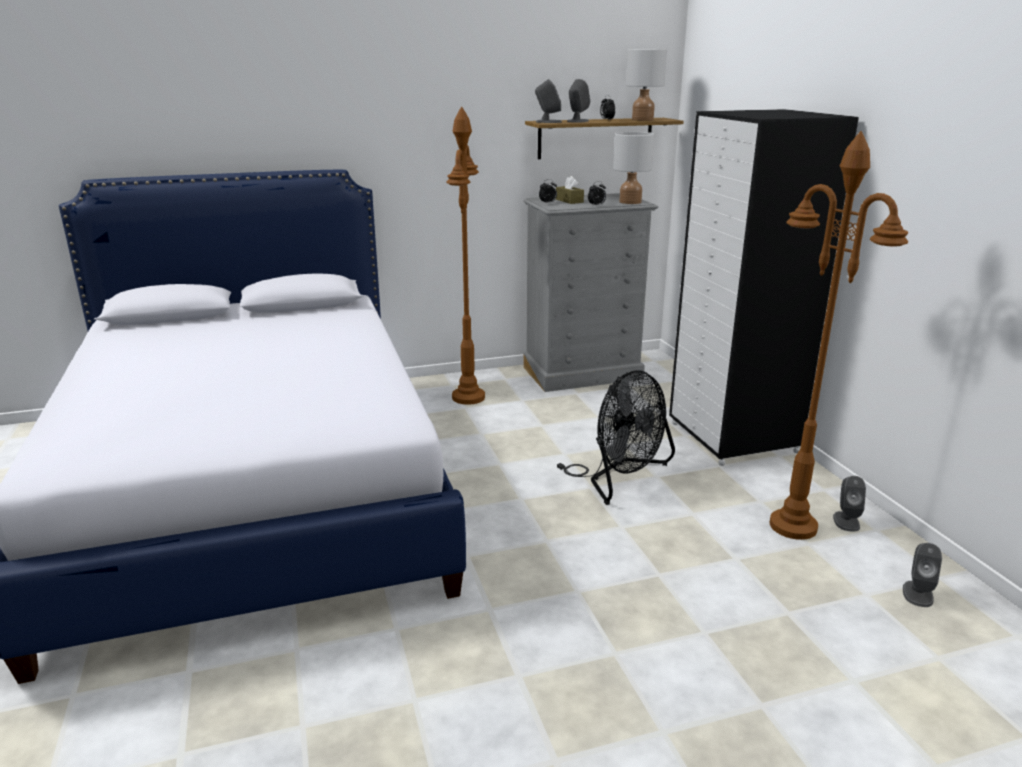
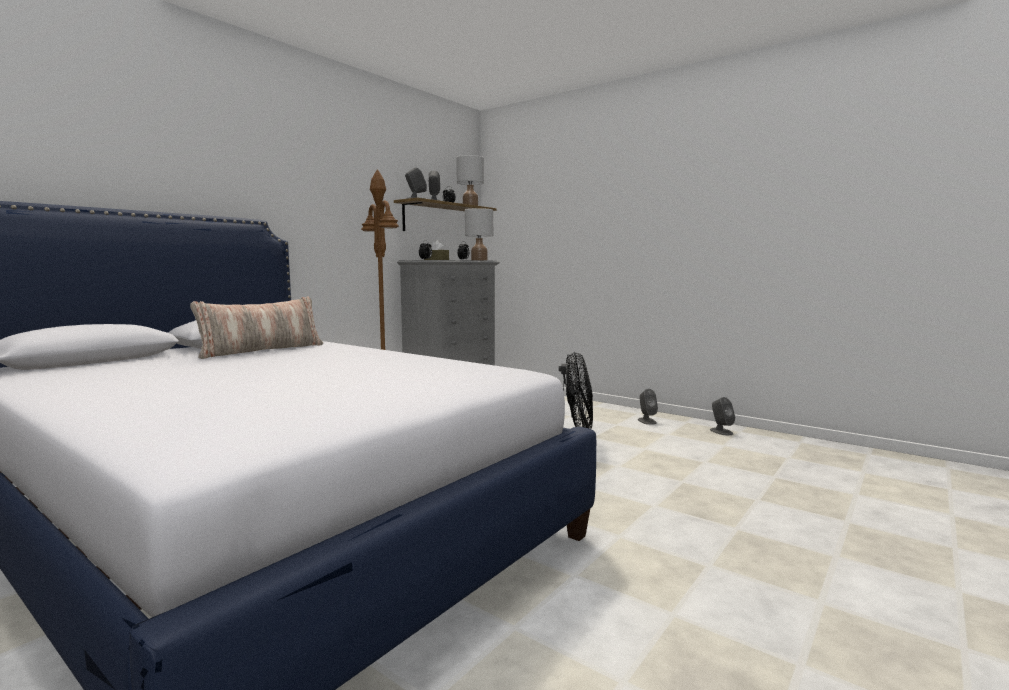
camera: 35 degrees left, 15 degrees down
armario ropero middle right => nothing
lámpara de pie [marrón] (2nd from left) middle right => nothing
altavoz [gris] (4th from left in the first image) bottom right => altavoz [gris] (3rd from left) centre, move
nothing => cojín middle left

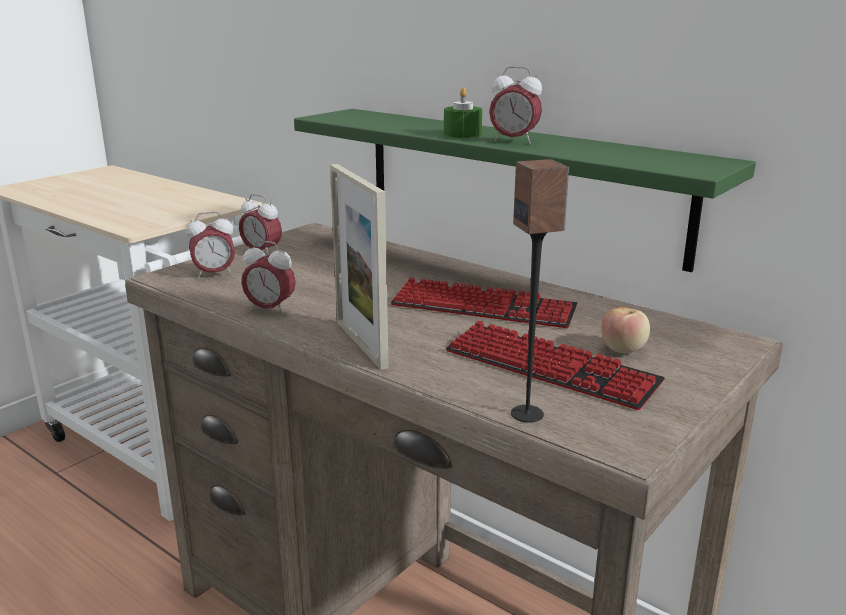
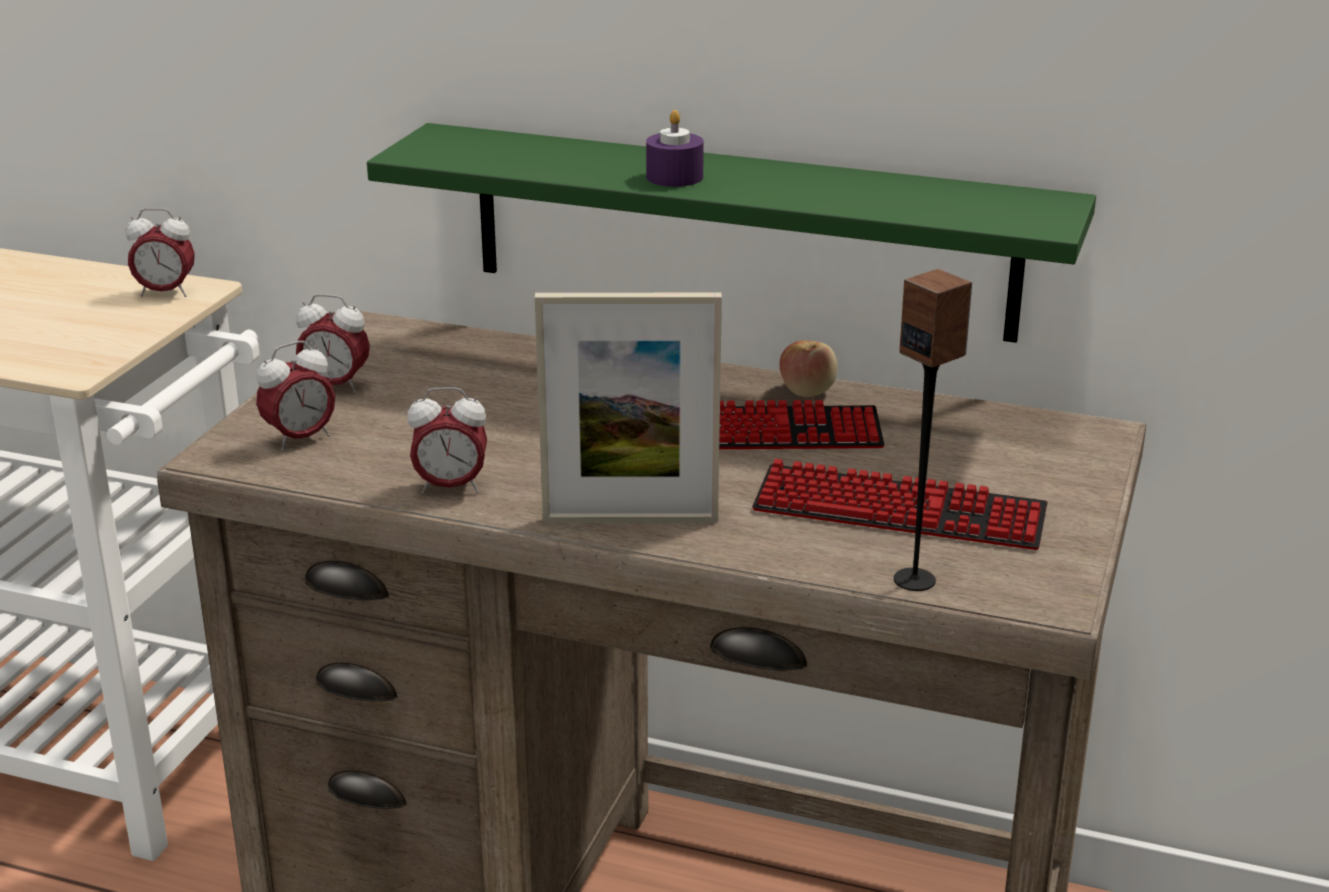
camera: 20 degrees left, 5 degrees up
portarretratos centre, 45 degrees counterclockwise
vela [verde] top centre => vela [morado] top centre
despertador (4th from left in the first image) top centre => despertador (1st from left) top left, move
manzana middle right => manzana centre, move

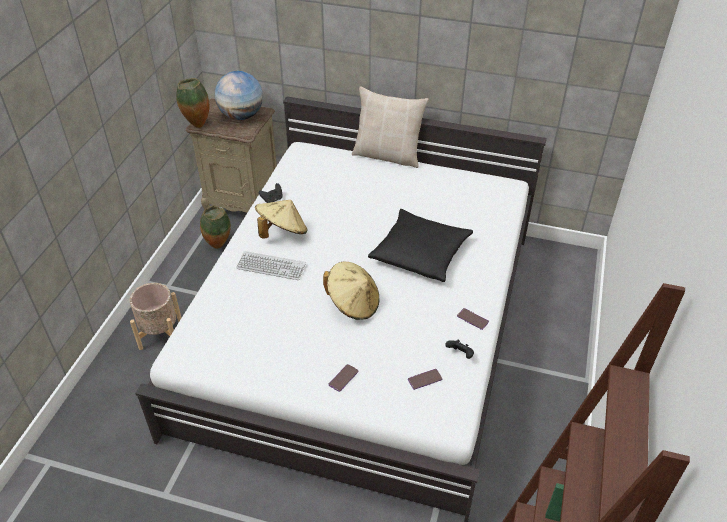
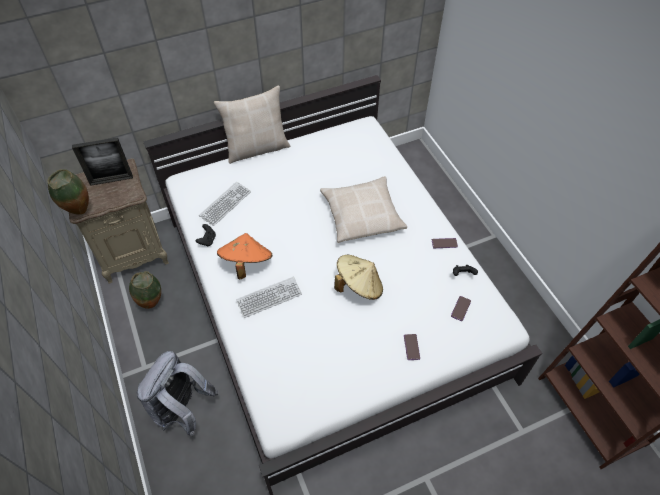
camera: 40 degrees left, 10 degrees up
maceta [beis] middle left => mochila [gris] bottom left
globo terráqueo top left => portarretratos top left
sombrero [beis] (1st from left) centre => sombrero [naranja] centre
cojín [negro] centre => cojín [beis] (2nd from left) centre
nothing => teclado (1st from left) centre

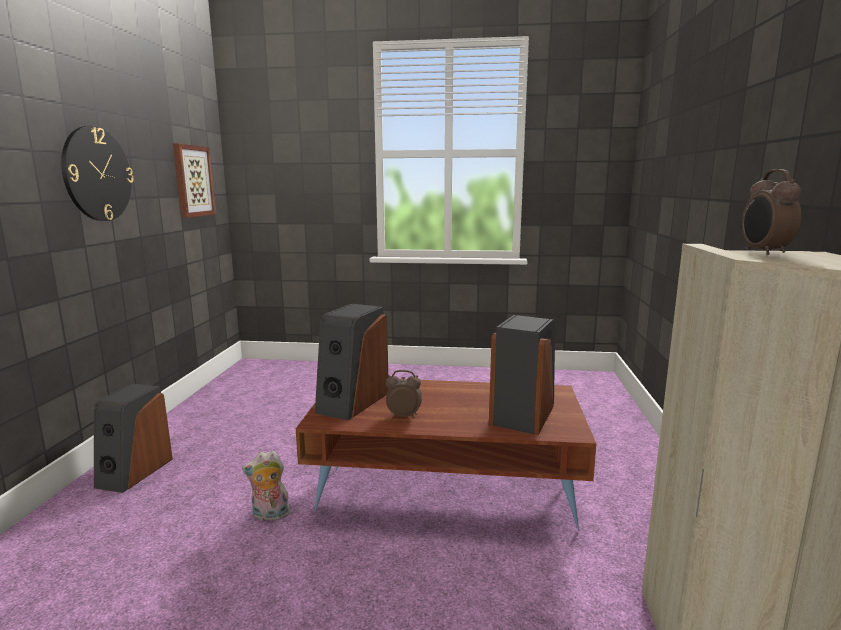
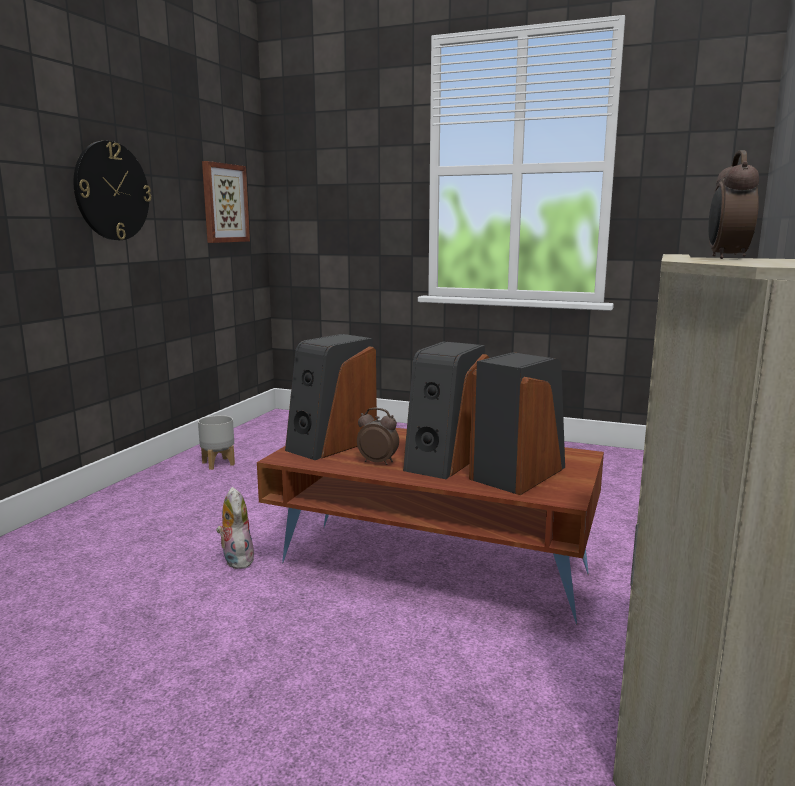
camera: 15 degrees right, 0 degrees up
altavoz (1st from left in the first image) bottom left => altavoz (2nd from left) centre, move
peluche bottom left, 60 degrees clockwise
nothing => maceta [gris] middle left

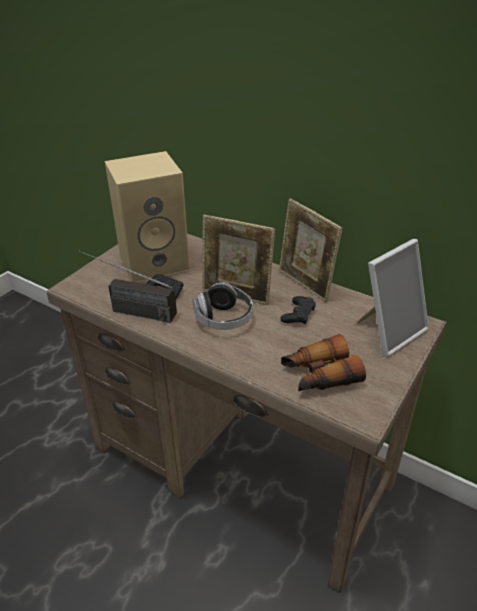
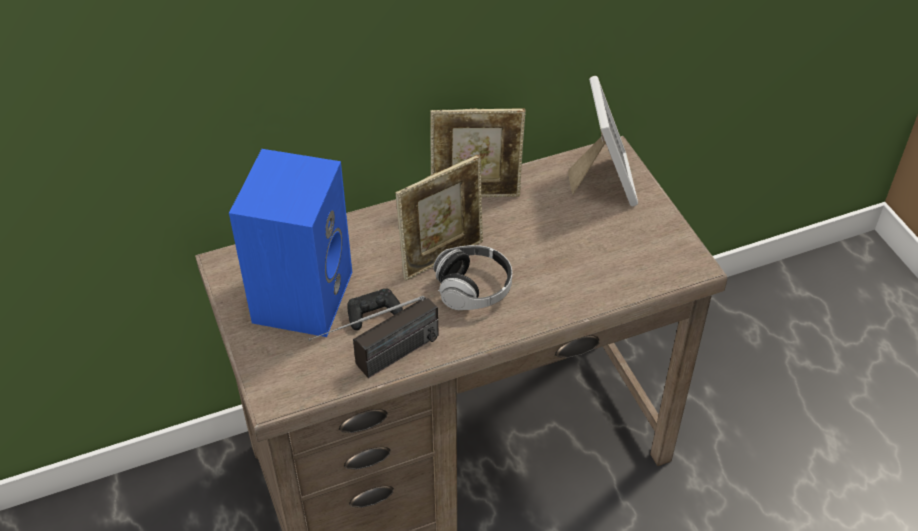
camera: 55 degrees left, 10 degrees up
altavoz [beis] middle left => altavoz [azul] middle left
mando de consola [negro] (2nd from left) centre => nothing
prismáticos middle right => nothing

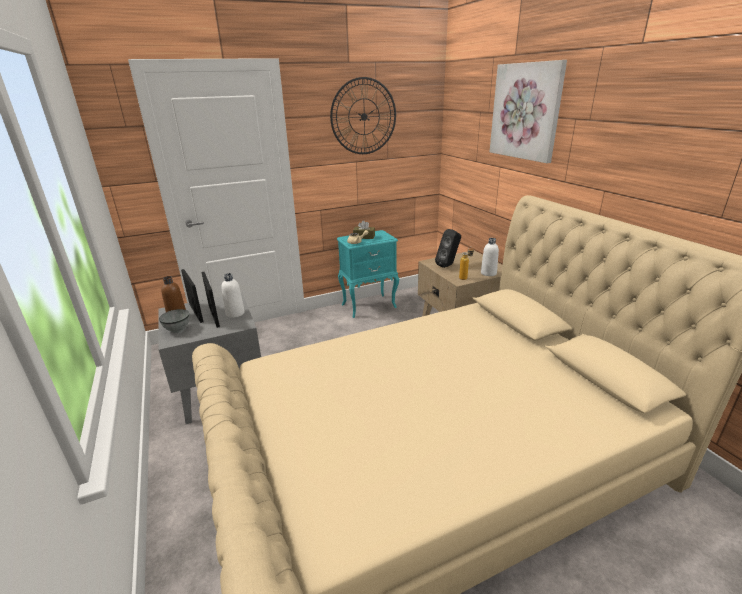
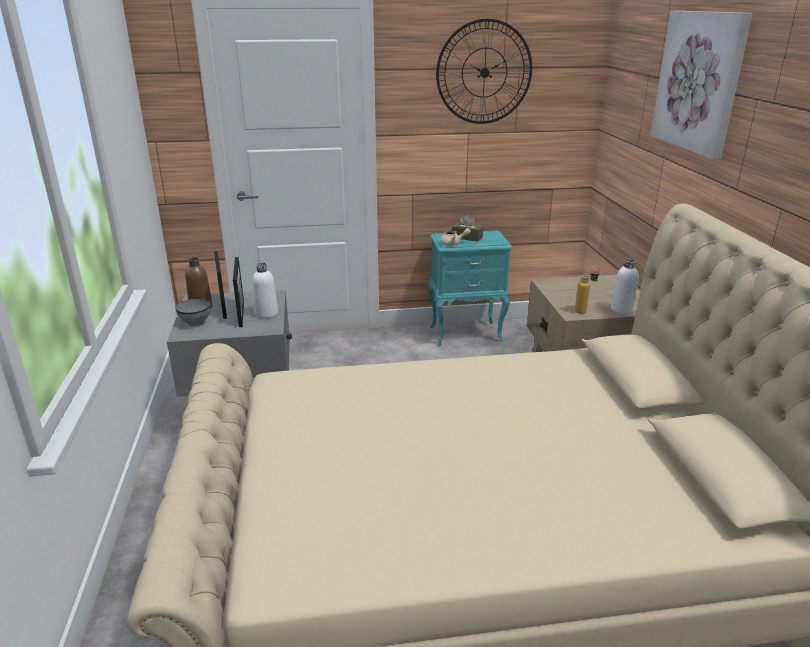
camera: 15 degrees right, 0 degrees up
altavoz [negro] centre => nothing

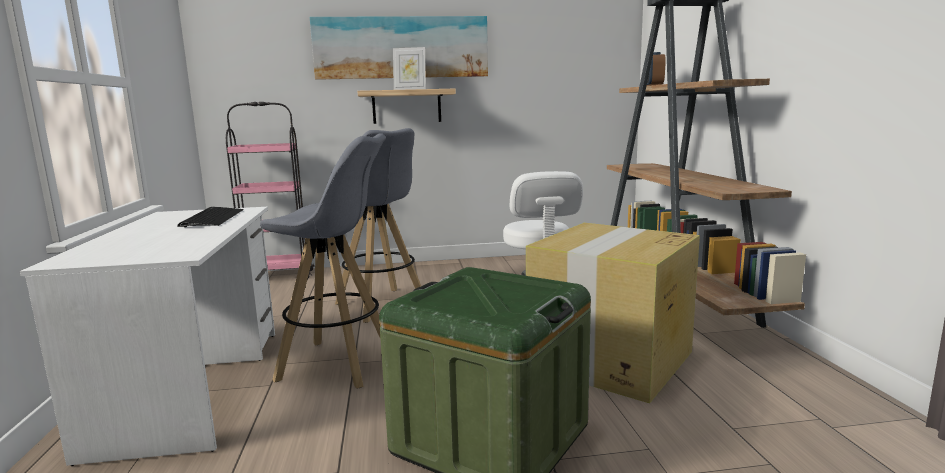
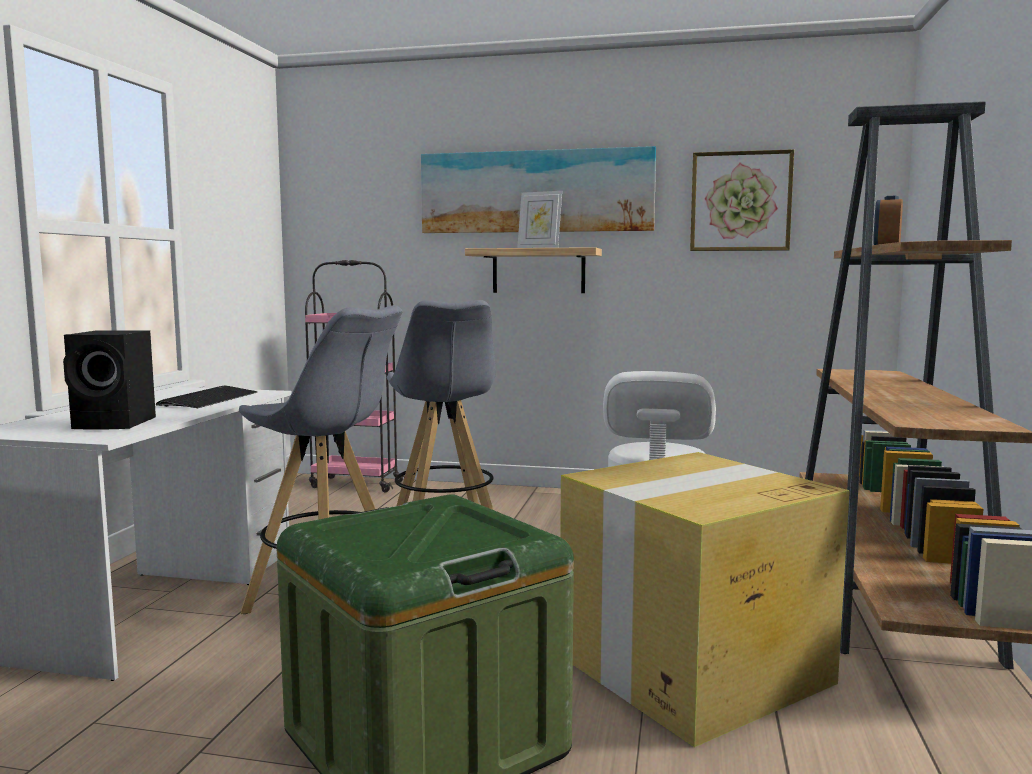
camera: 20 degrees right, 5 degrees down
nothing => altavoz [negro] middle left
nothing => cuadro (2nd from left) top right

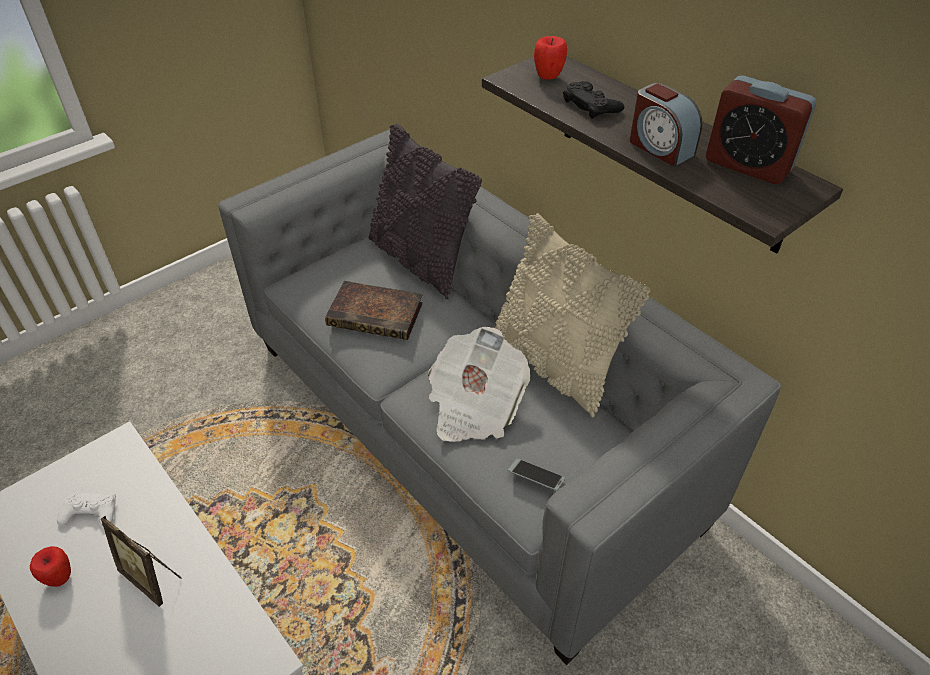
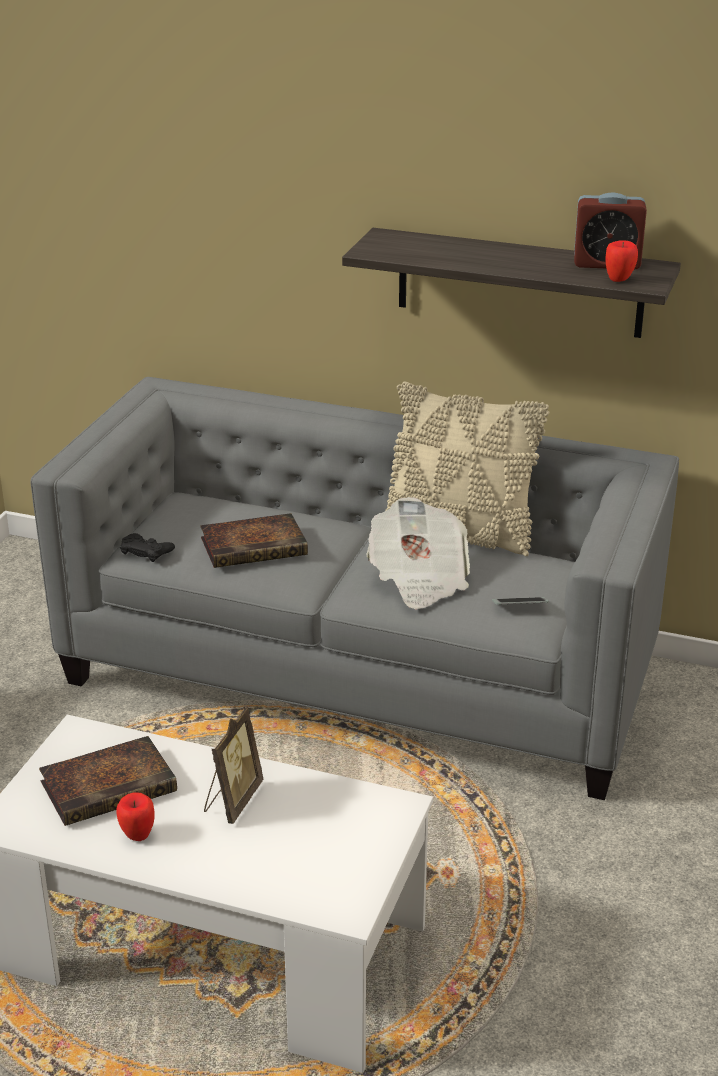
camera: 30 degrees left, 15 degrees down
mando de consola [blanco] bottom left => libro (1st from left) bottom left
portarretratos bottom left, 75 degrees counterclockwise
cojín [negro] top centre => nothing
manzana (2nd from left) top centre => manzana (2nd from left) top right, move
mando de consola [negro] top centre => mando de consola [negro] middle left, move
despertador (1st from left) top right => nothing

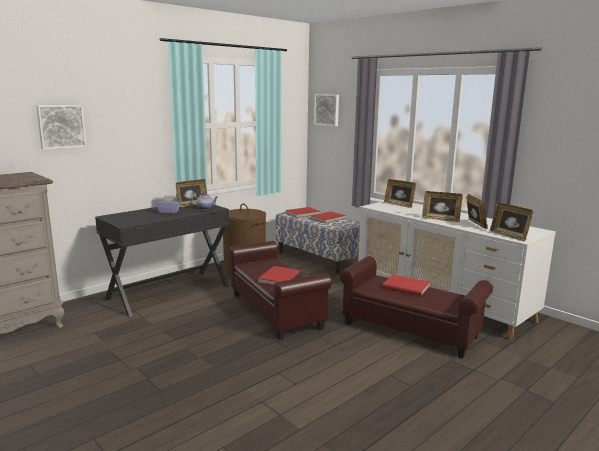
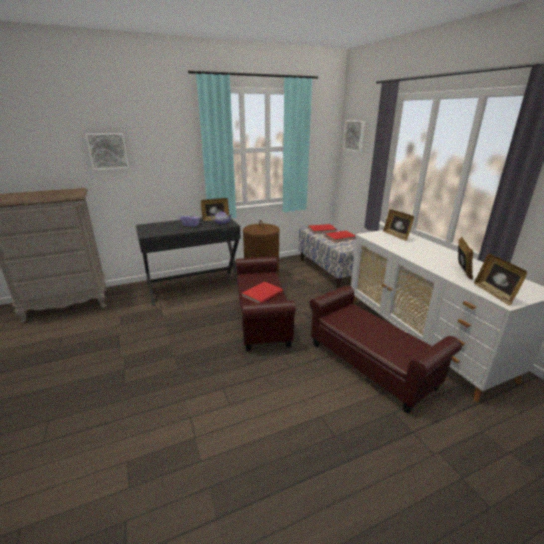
camera: 20 degrees right, 10 degrees up
libro [rojo] (4th from left) middle right => nothing
portarretratos (3rd from left) middle right => nothing

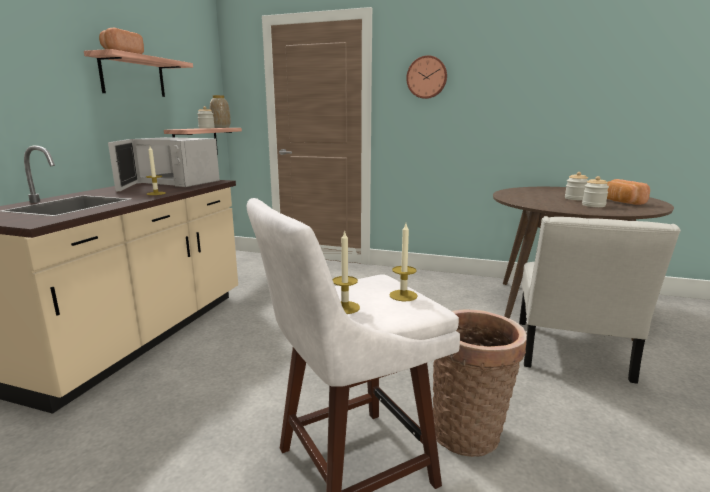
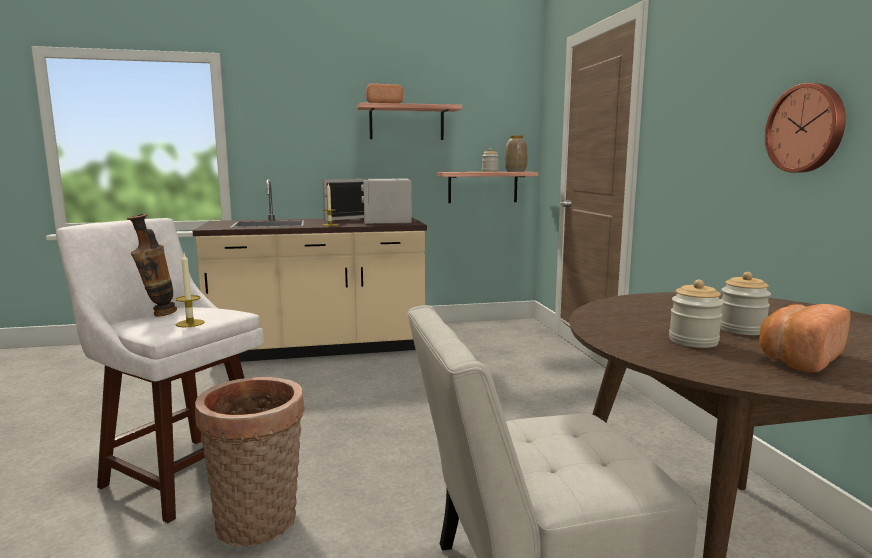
camera: 60 degrees right, 5 degrees down
vela (2nd from left) centre => florero (1st from left) middle left
reloj de pared top centre => reloj de pared top right, move

